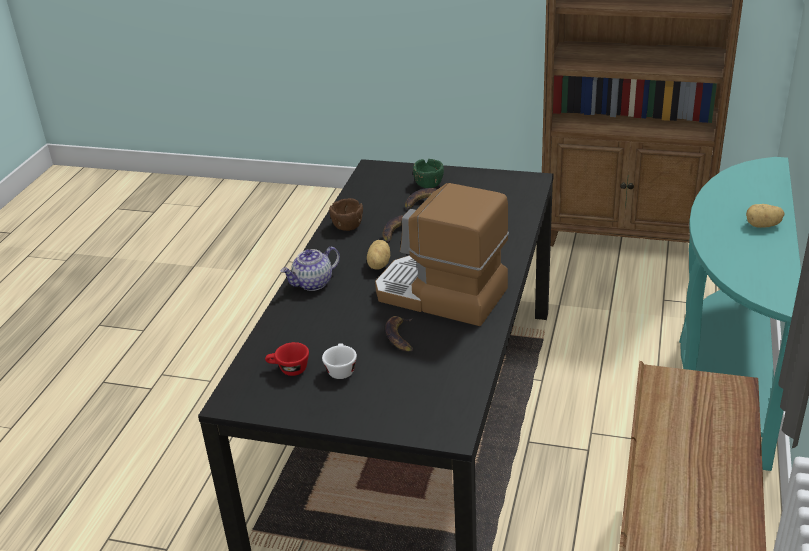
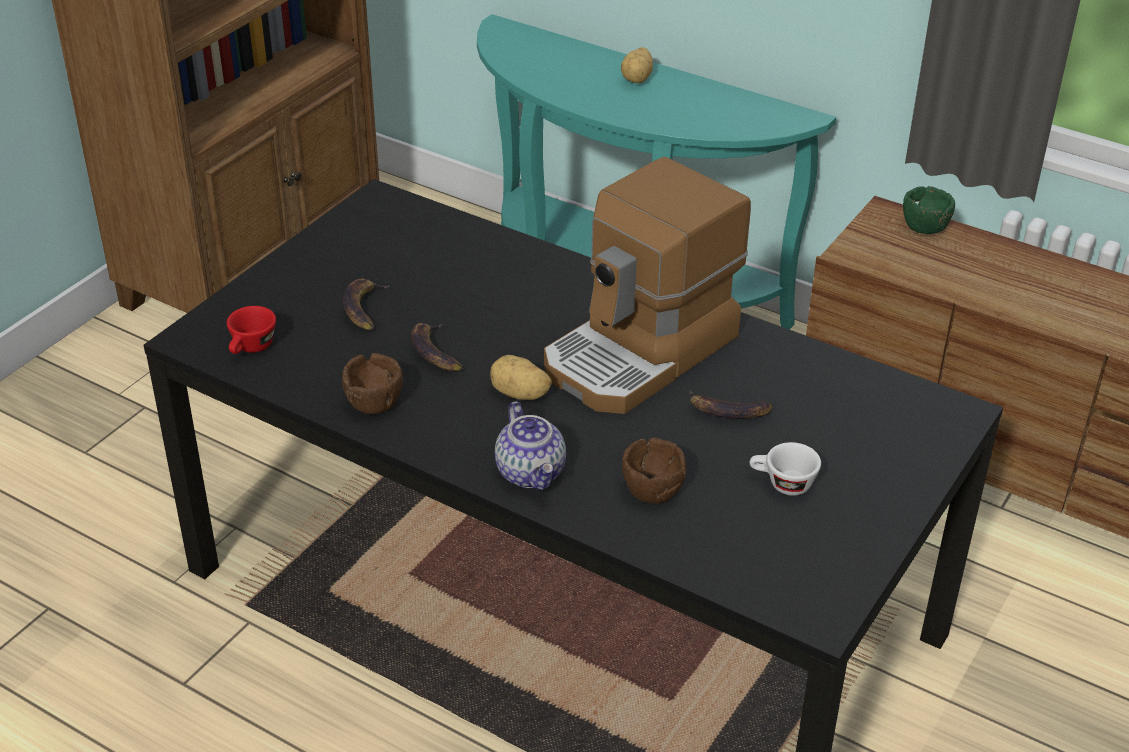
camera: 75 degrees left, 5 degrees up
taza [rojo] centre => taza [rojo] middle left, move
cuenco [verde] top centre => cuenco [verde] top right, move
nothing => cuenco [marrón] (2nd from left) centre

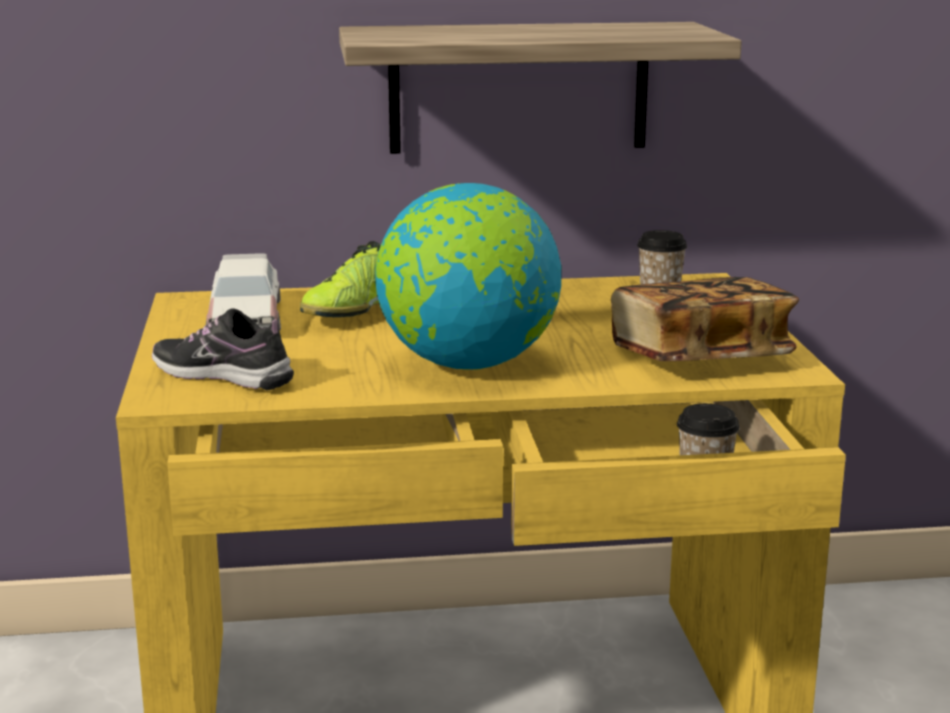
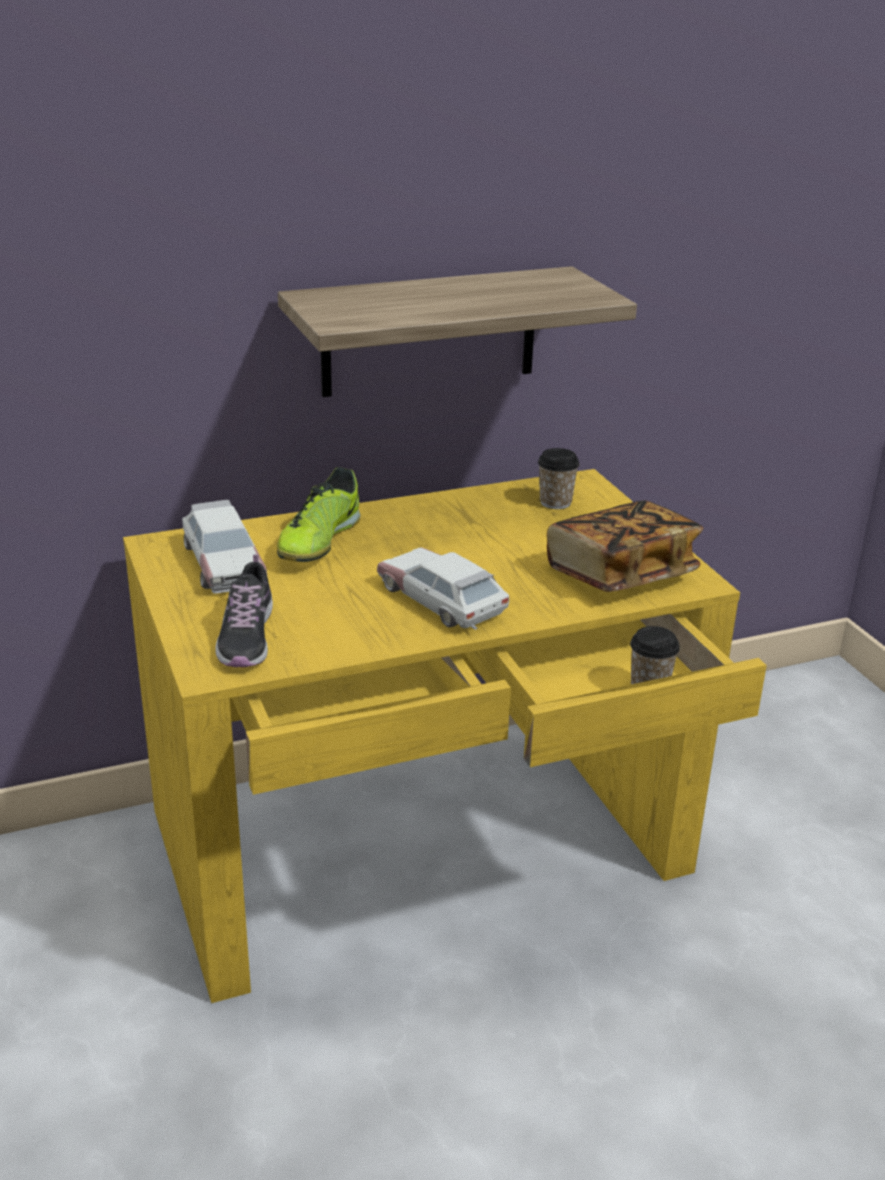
camera: 15 degrees left, 10 degrees up
zapato (1st from left) middle left, 105 degrees counterclockwise
globo terráqueo centre => coche de juguete (2nd from left) centre

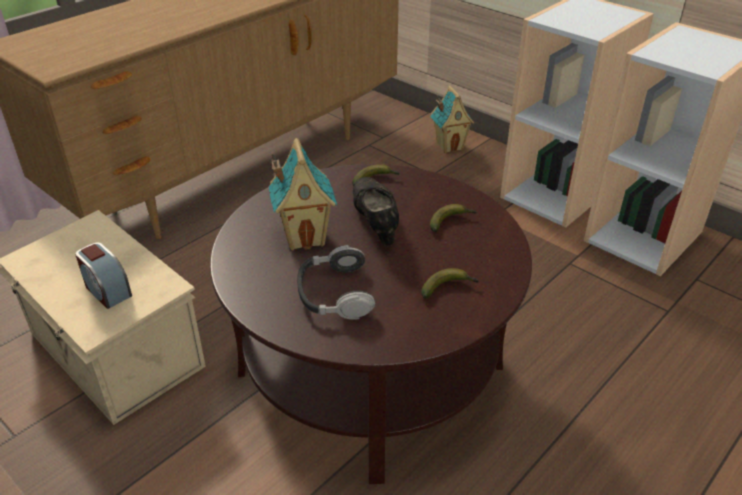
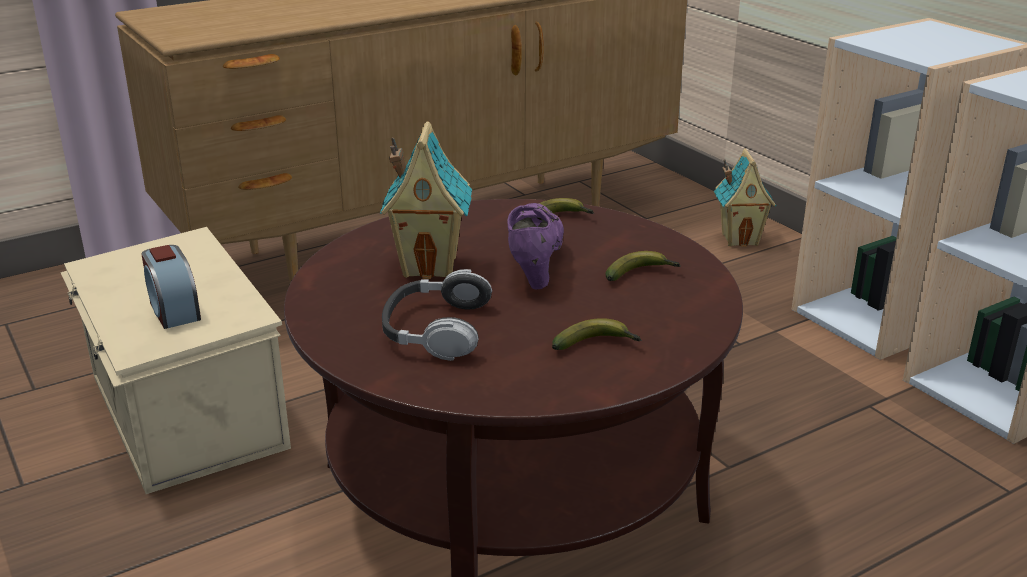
camera: 15 degrees right, 10 degrees down
zapato [negro] centre => zapato [morado] centre

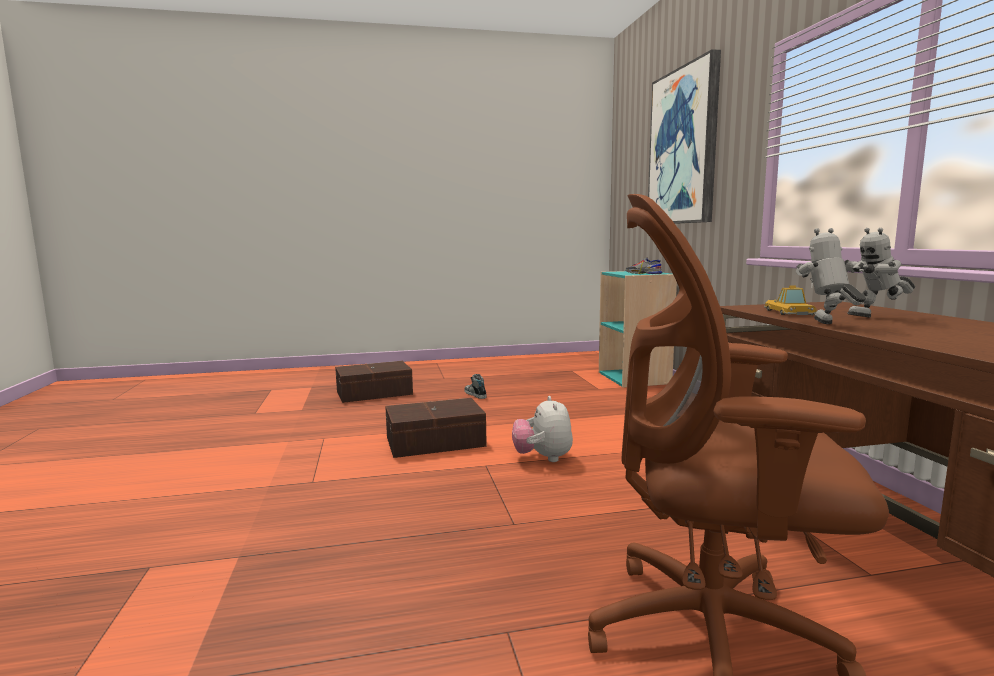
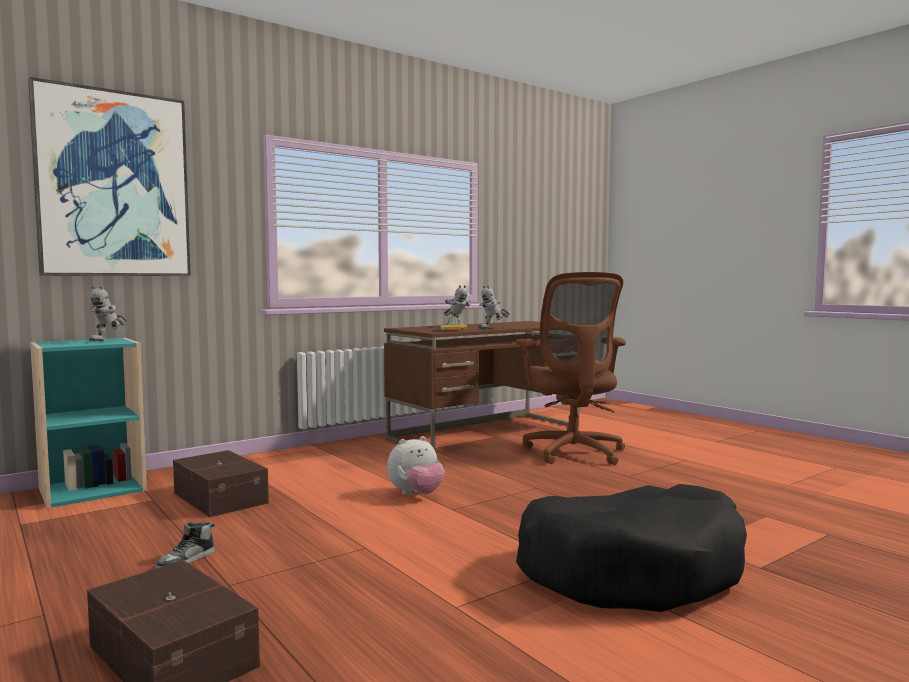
camera: 115 degrees left, 5 degrees down
caja de almacenaje [marrón] (2nd from left) centre => caja de almacenaje [marrón] (2nd from left) bottom left, move
zapato (2nd from left) centre => robot de juguete (1st from left) middle left
nothing => cama para perro [negro] bottom right

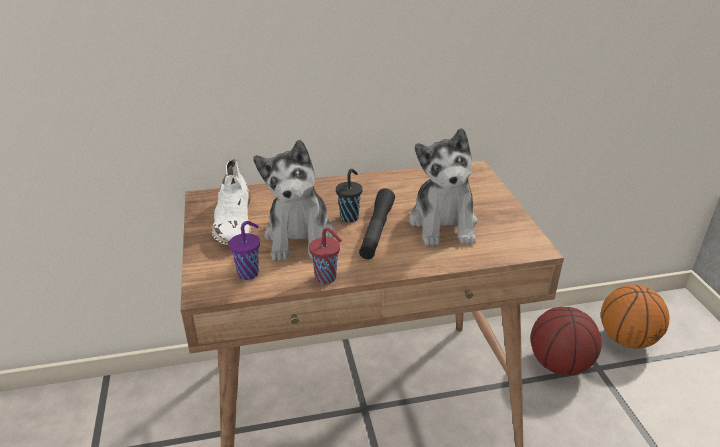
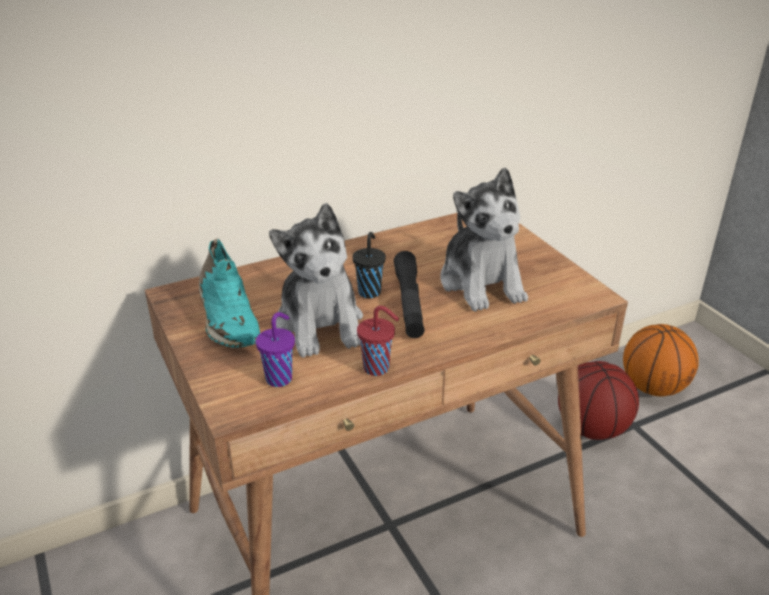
camera: 15 degrees left, 0 degrees up
zapato [blanco] middle left => zapato [turquesa] middle left

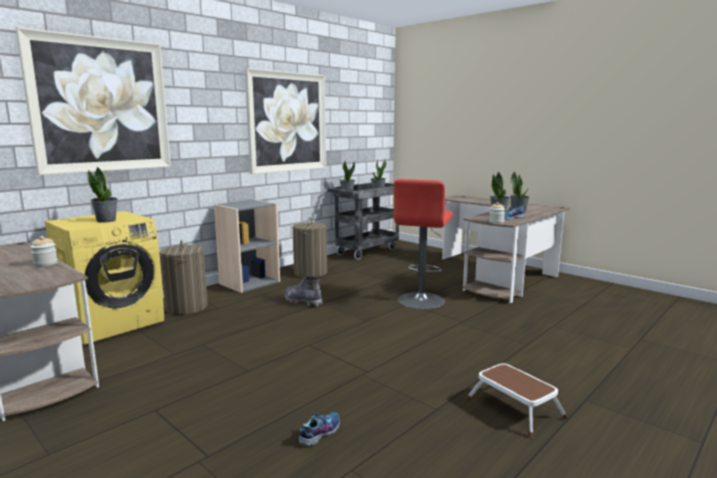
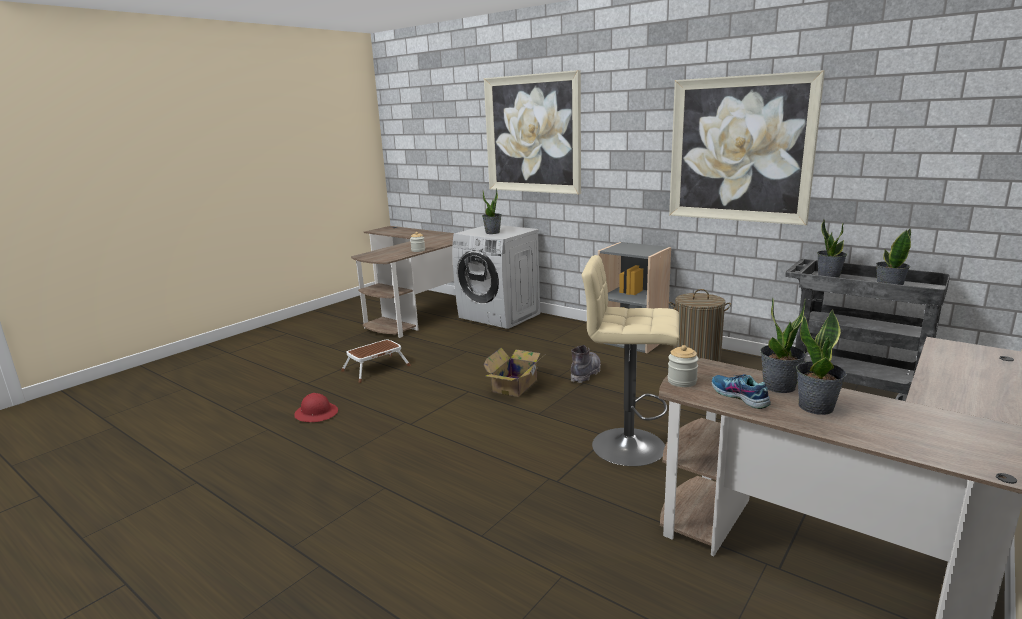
camera: 85 degrees right, 5 degrees up
lavadora [amarillo] middle left => lavadora [blanco] centre
cesto de la ropa (1st from left) middle left => nothing
zapato (1st from left) bottom centre => casco [rojo] middle left
taburete [rojo] centre => taburete [beis] centre
escalera de tijera [marrón] bottom right => escalera de tijera [marrón] centre, move
nothing => caja de cartón centre

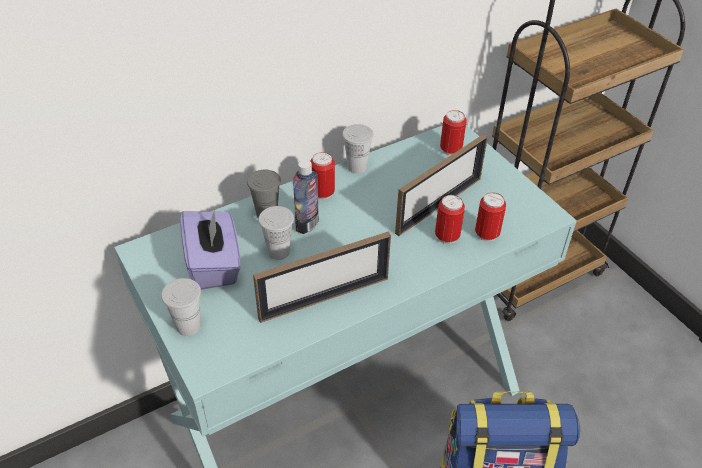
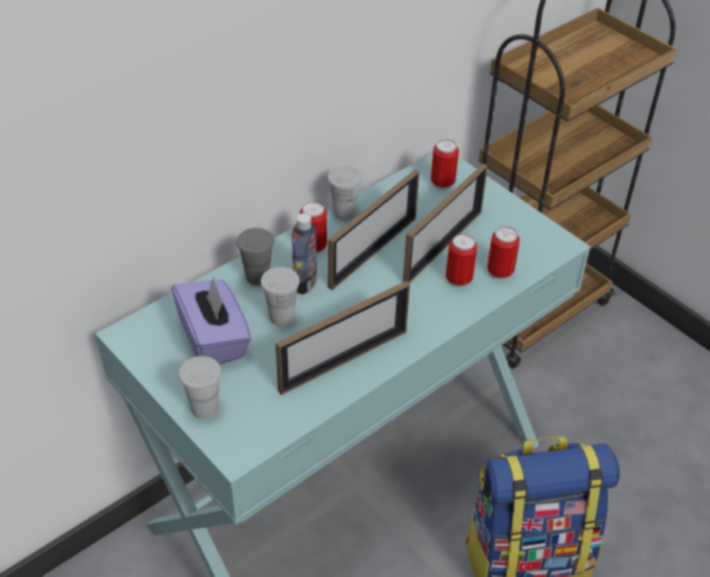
camera: 10 degrees left, 0 degrees up
nothing => portarretratos (2nd from left) centre

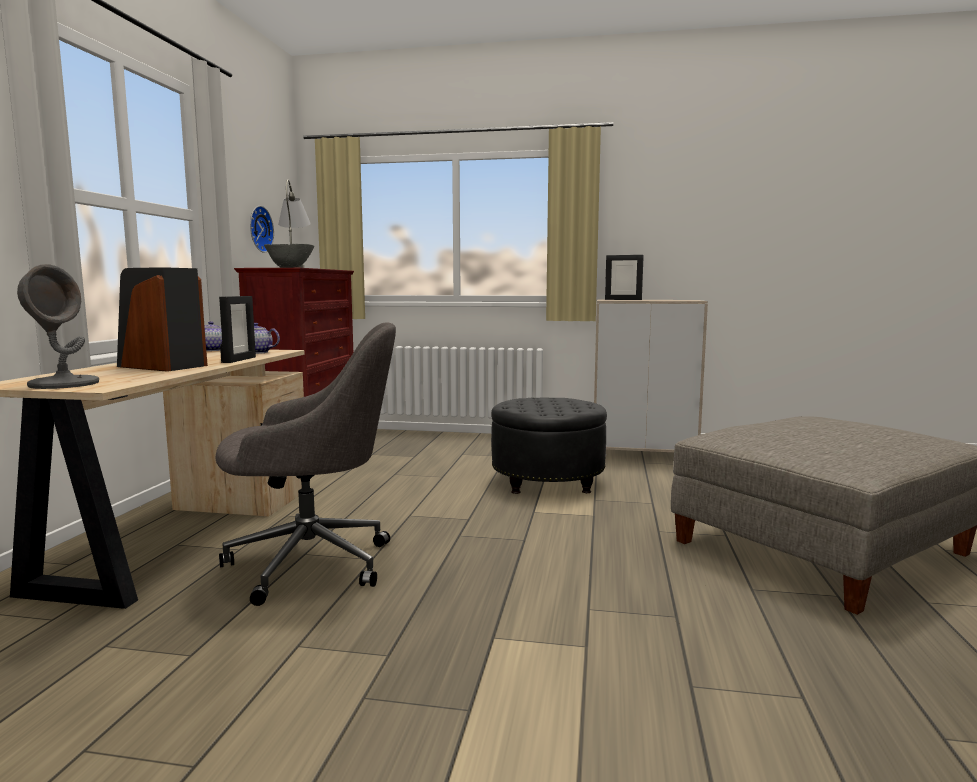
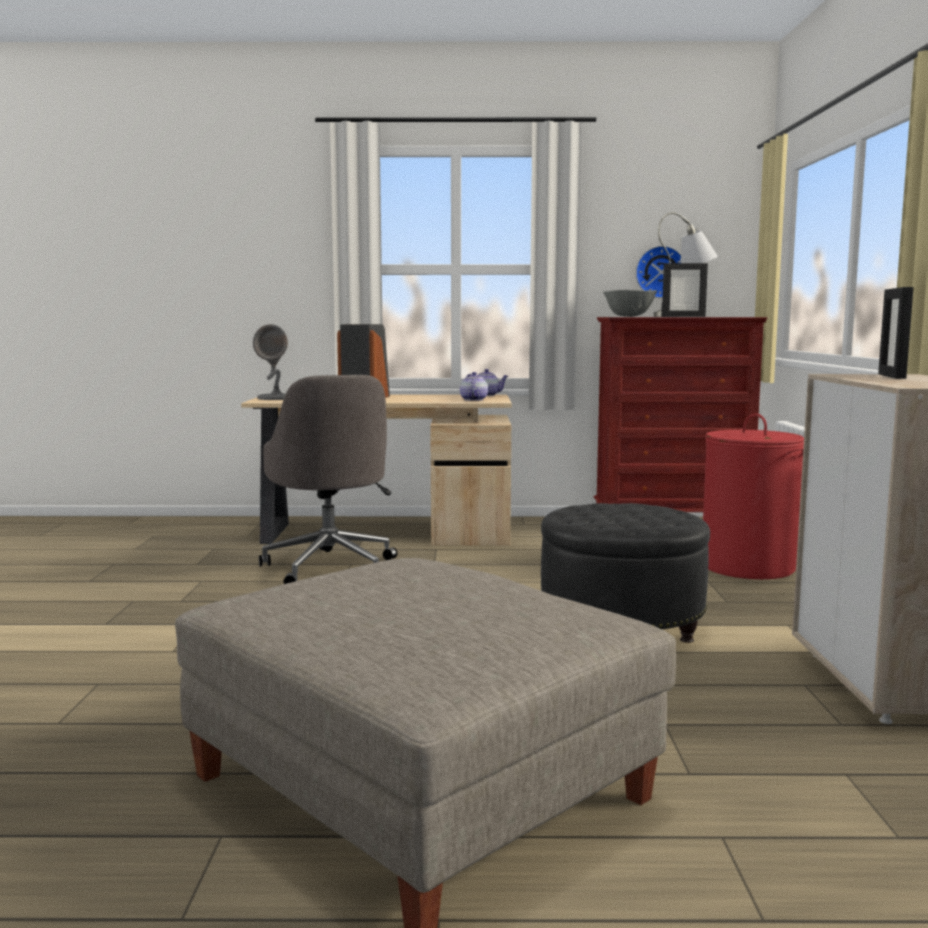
camera: 80 degrees right, 0 degrees up
portarretratos (1st from left) middle left => portarretratos (1st from left) top right, move
nothing => cesto de la ropa [rojo] middle right

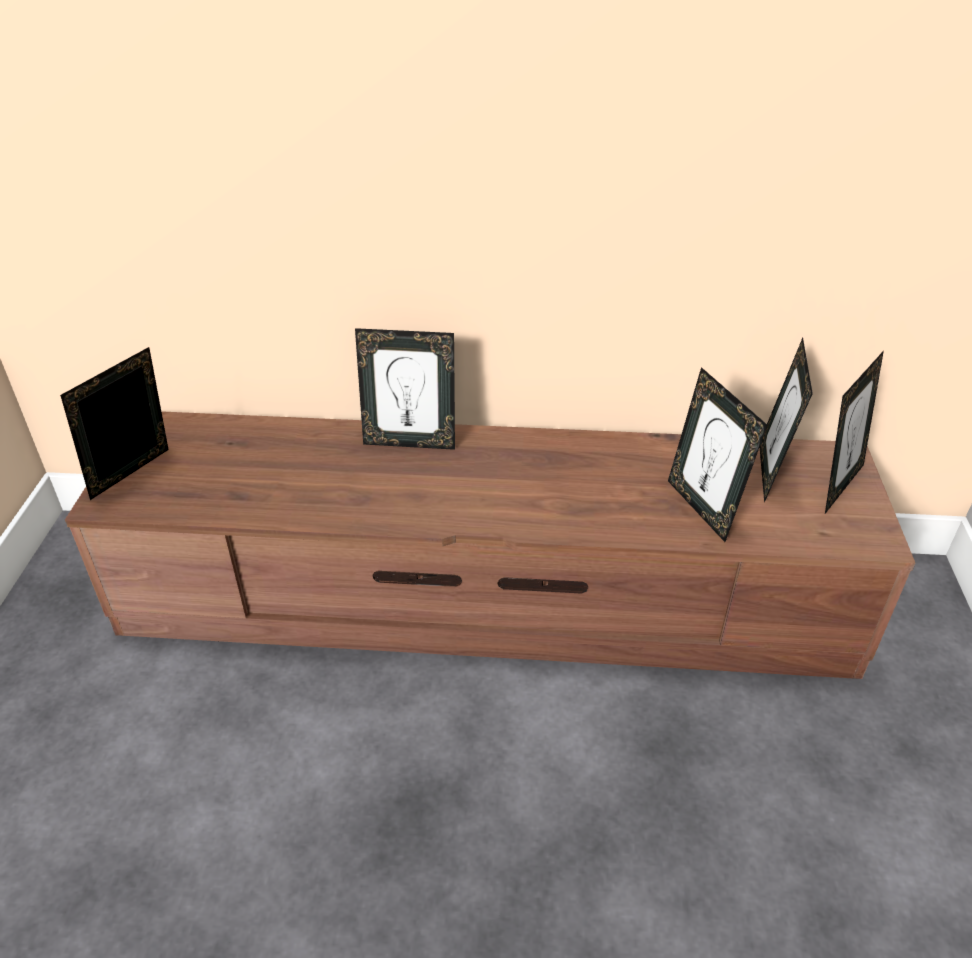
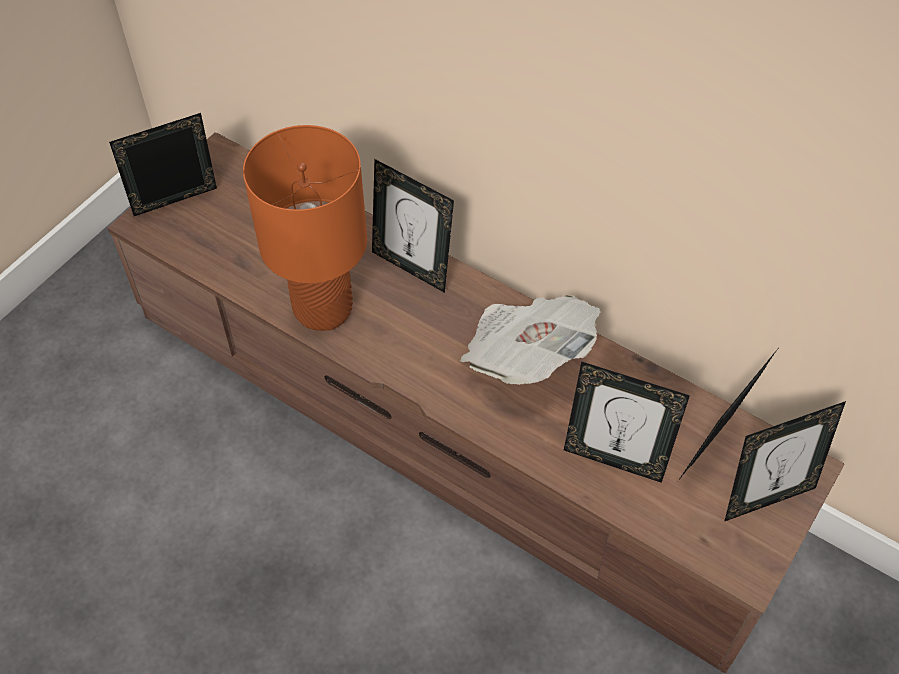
camera: 30 degrees right, 15 degrees up
portarretratos (3rd from left) middle right, 75 degrees counterclockwise
nothing => lámpara de mesa [naranja] centre
nothing => periódico centre

